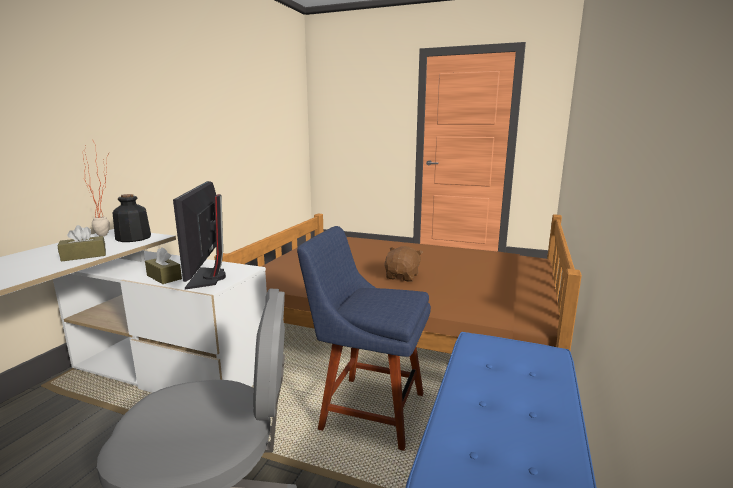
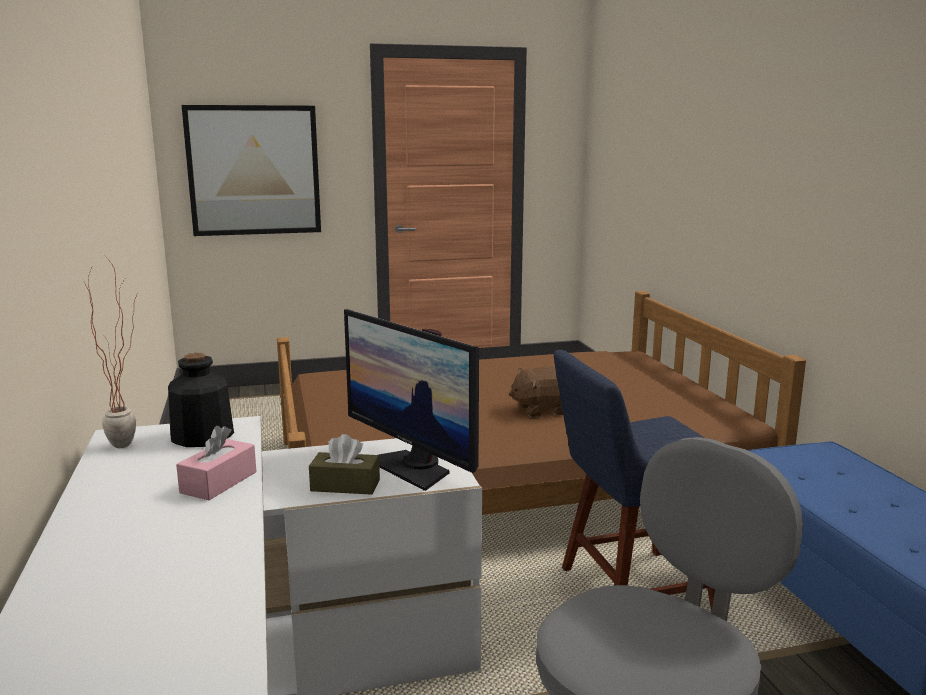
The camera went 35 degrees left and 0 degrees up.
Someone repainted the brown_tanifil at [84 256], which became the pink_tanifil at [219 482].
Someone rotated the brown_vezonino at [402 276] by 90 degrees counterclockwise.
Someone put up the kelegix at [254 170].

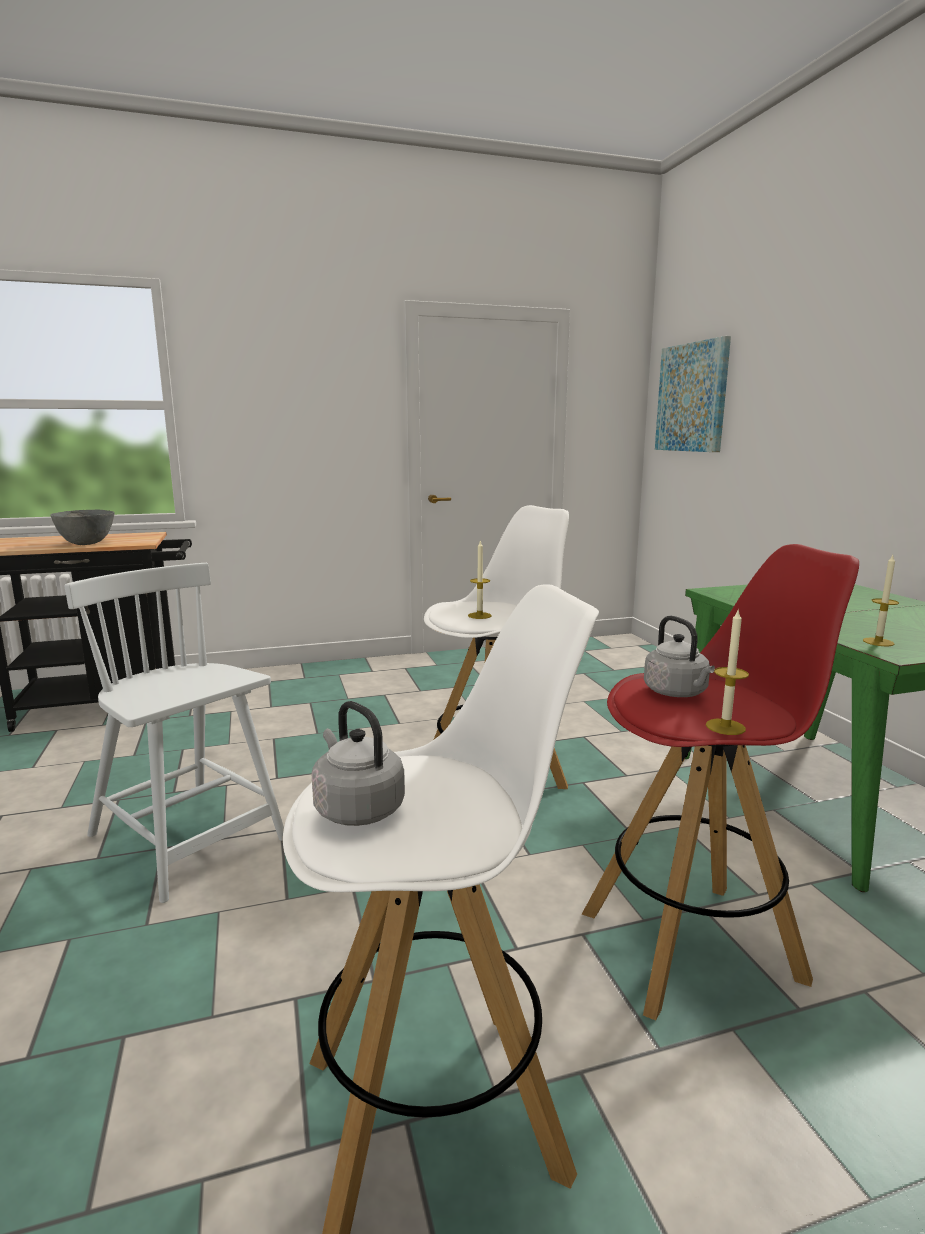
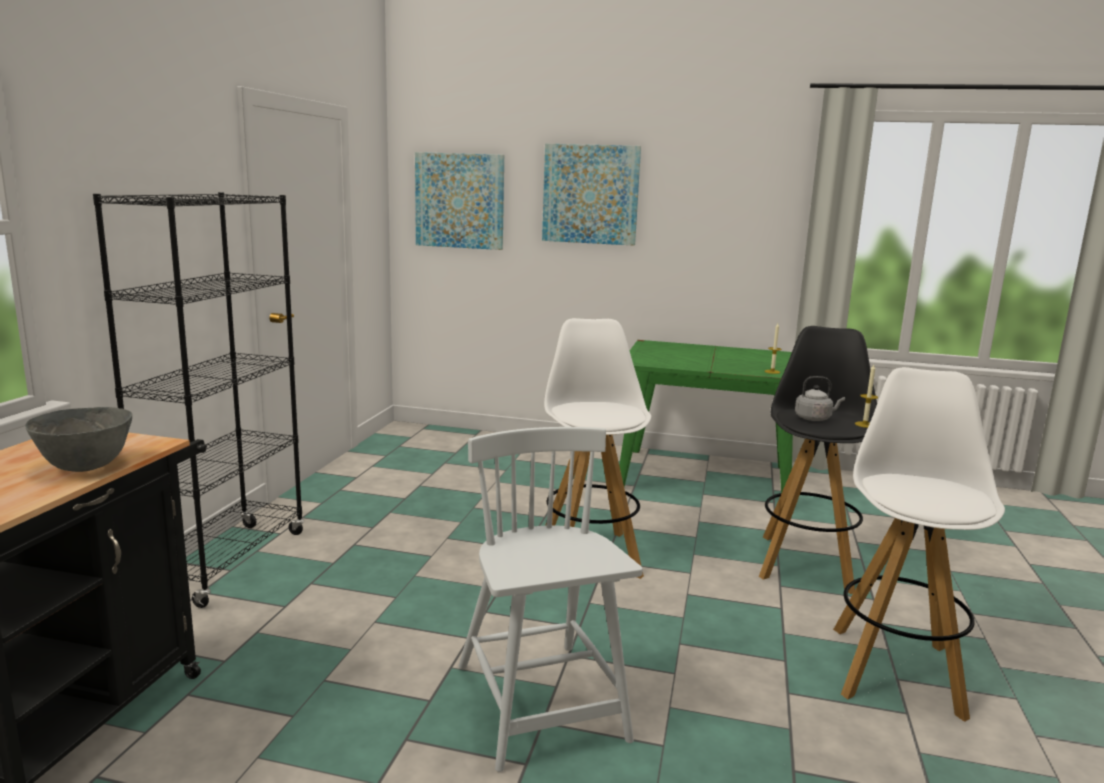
The camera went 60 degrees left and 0 degrees up.
Someone rotated the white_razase at [188 839] by 90 degrees clockwise.
Someone took away the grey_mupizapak at [356 808].
Someone took away the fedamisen at [479 615].
Someone repainted the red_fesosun at [693 944], which became the black_fesosun at [805 562].
Someone put down the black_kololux at [228 563].
Someone put up the kelegix at [590 194].

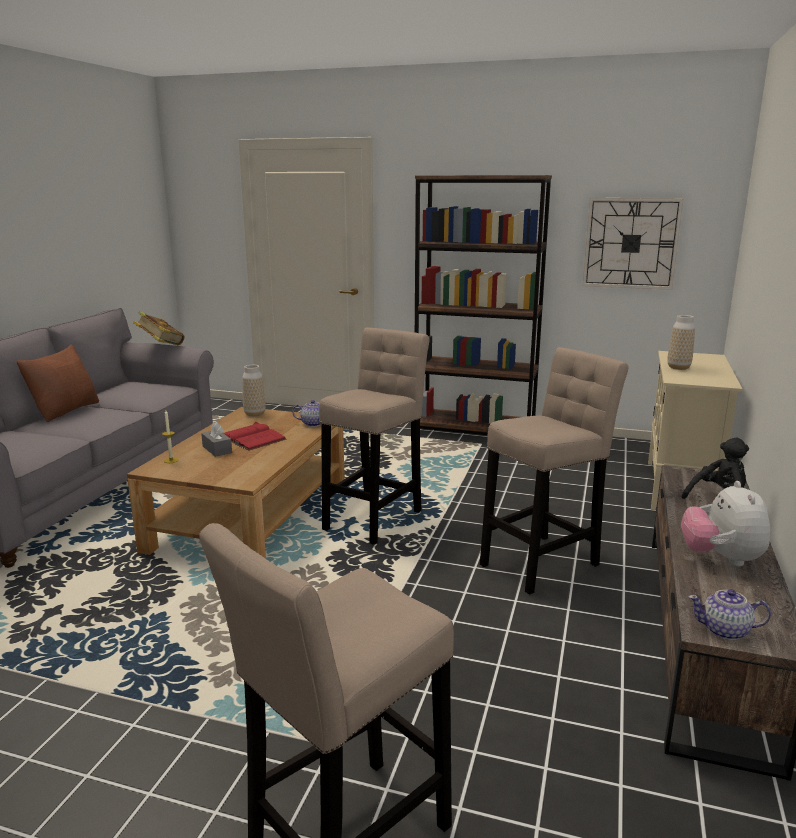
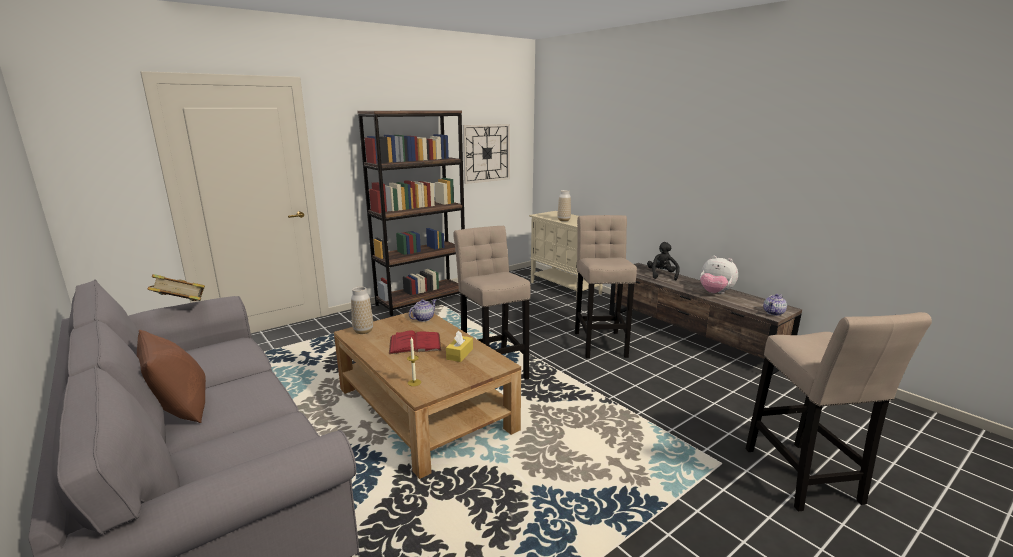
The camera went 55 degrees left and 0 degrees up.
Someone took away the grey_tanifil at [217 449].
Someone put down the yellow_tanifil at [459 354].

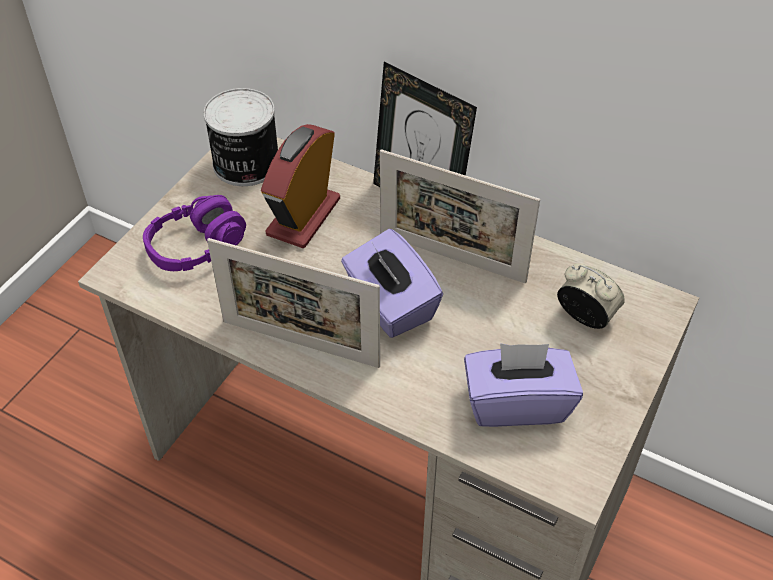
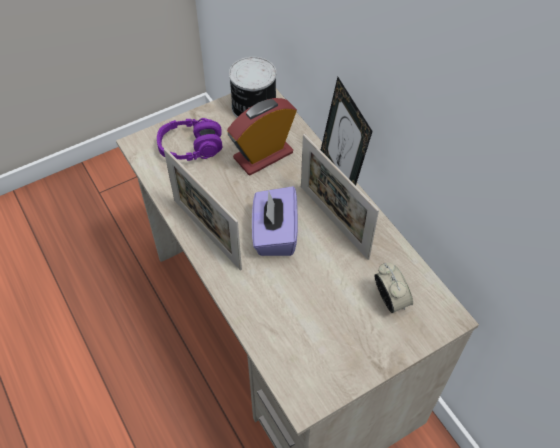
The camera went 30 degrees right and 5 degrees up.
Someone took away the purple_tanifil at [516 403].

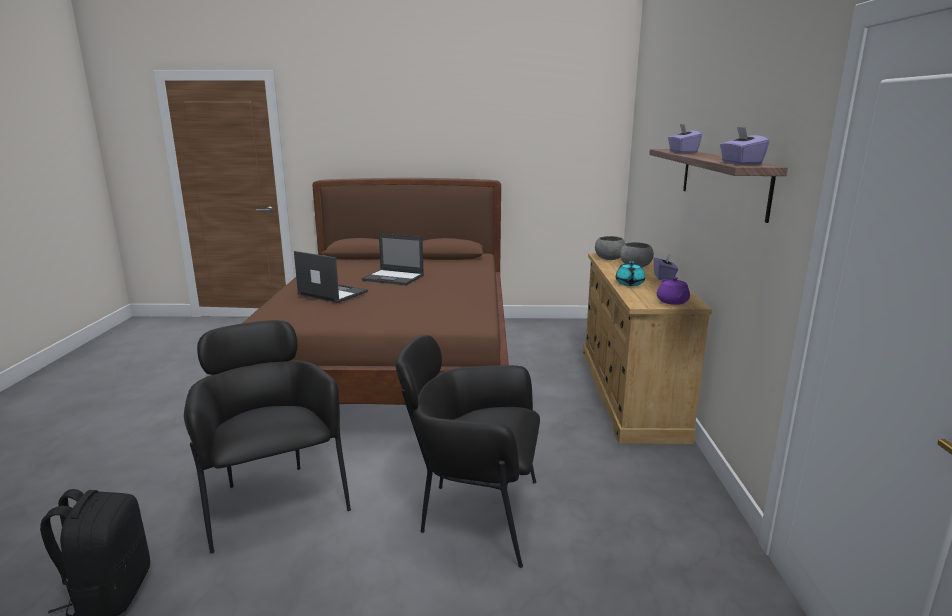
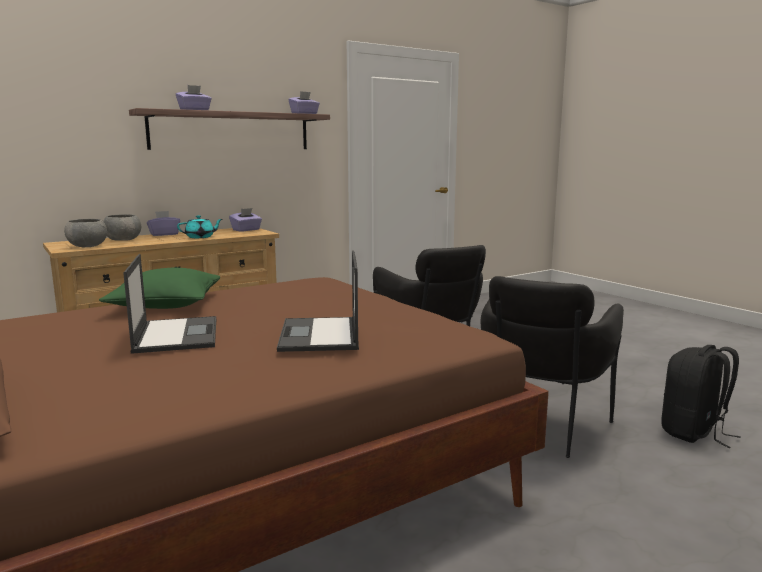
The camera went 125 degrees left and 5 degrees down.
Someone swapped the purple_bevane at [672 302] for the purple_tanifil at [246 230].
Someone put down the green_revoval at [166 304].

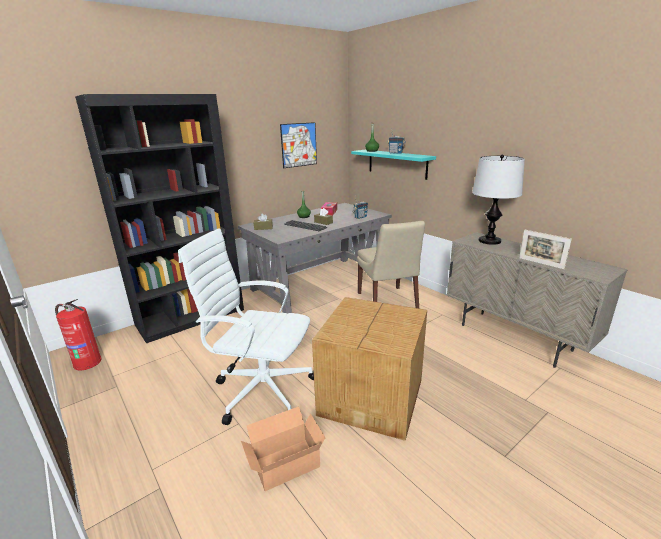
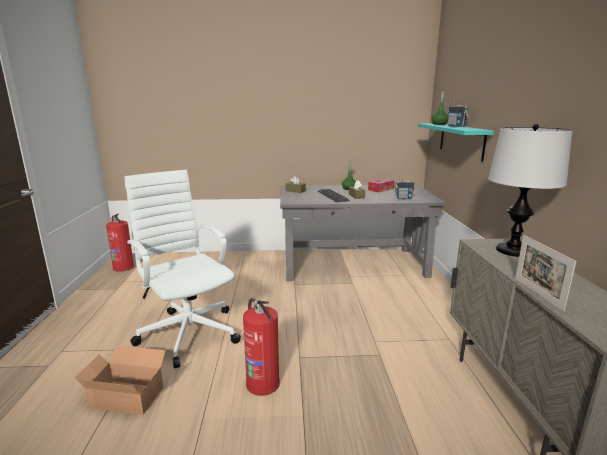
The camera went 35 degrees right and 5 degrees down.
Someone took away the black_kololux at [191 317].
Someone took away the kelegix at [299 145].
Someone swapped the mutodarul at [373 396] for the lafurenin at [262 383].
Someone took away the beige_razase at [388 302].

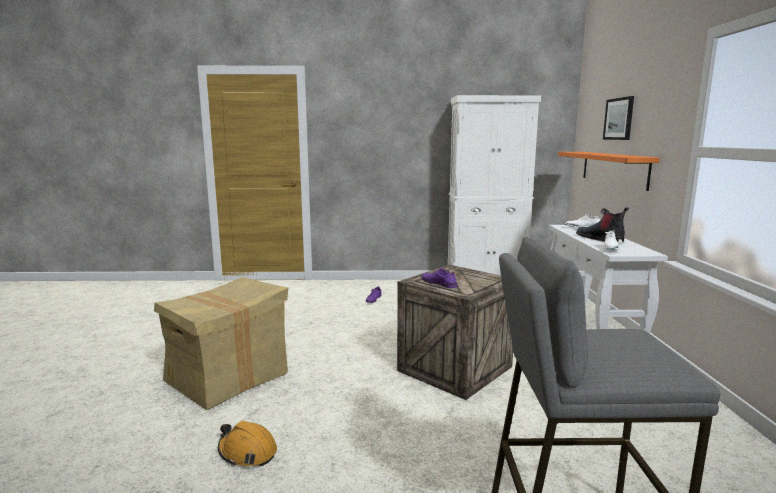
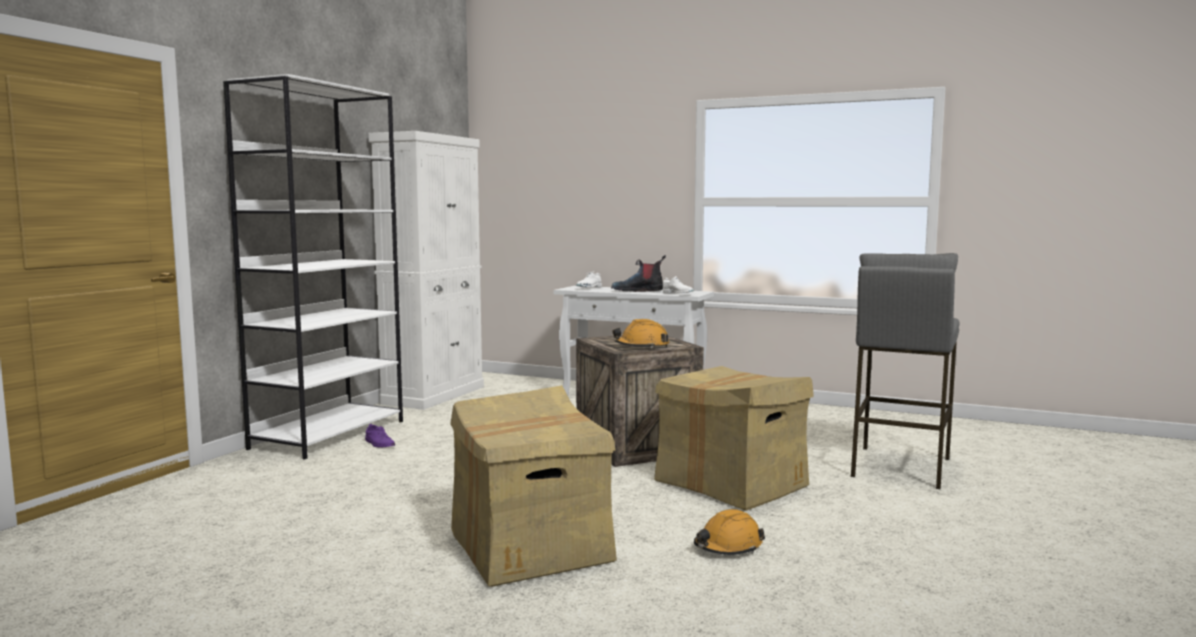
The camera went 65 degrees left and 5 degrees down.
Someone swapped the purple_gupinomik at [439 283] for the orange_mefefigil at [641 346].
Someone took away the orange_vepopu at [613 168].
Someone took away the kelegix at [619 119].
Someone put down the white_kololux at [329 434].
Someone put down the mutodarul at [731 484].

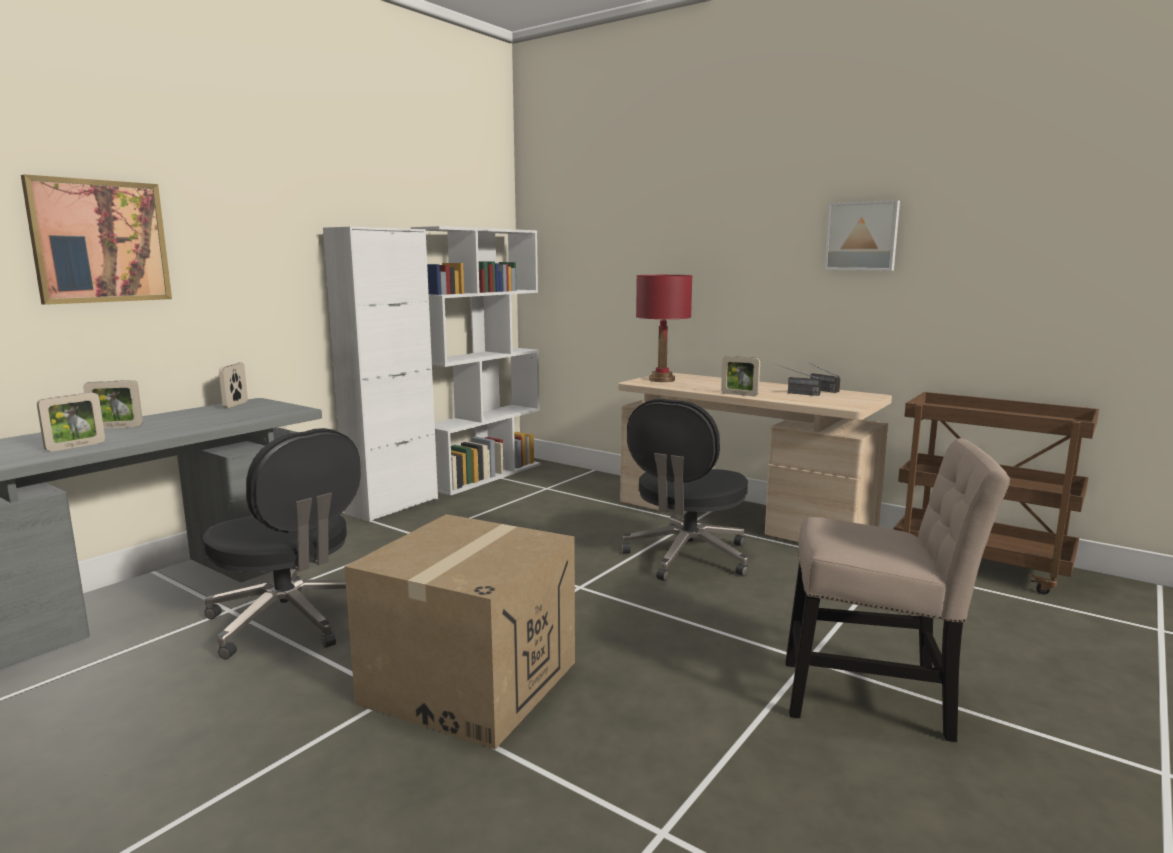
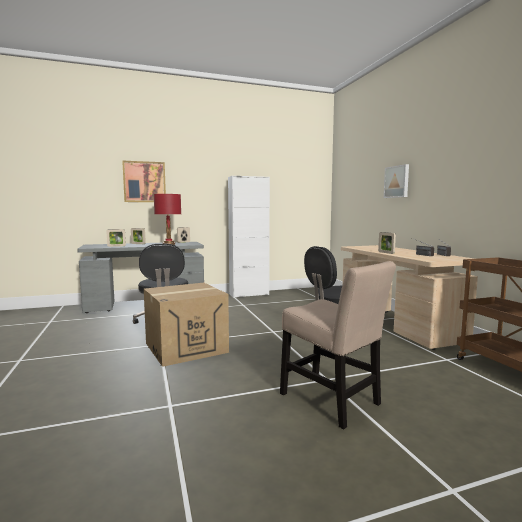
The camera went 35 degrees right and 5 degrees down.
Someone took away the white_kololux at [485 475].
Someone carried the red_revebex from [661 380] to [168 244].
Someone carried the kelegix from [862 236] to [397 182].

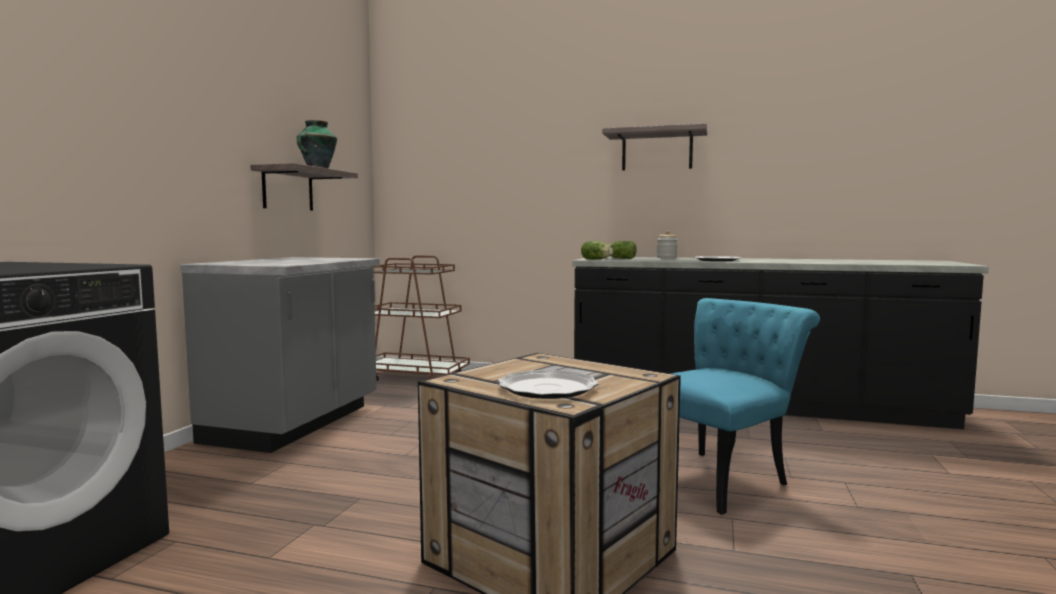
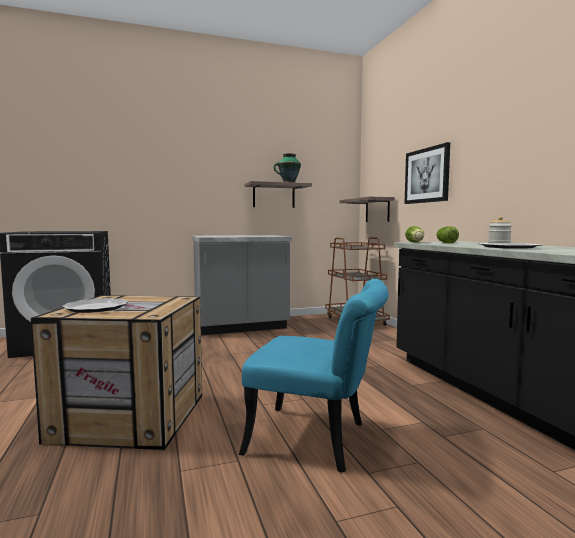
The camera went 55 degrees right and 0 degrees up.
Someone carried the vepopu from [657 151] to [377 210].
Someone put up the kelegix at [427 175].

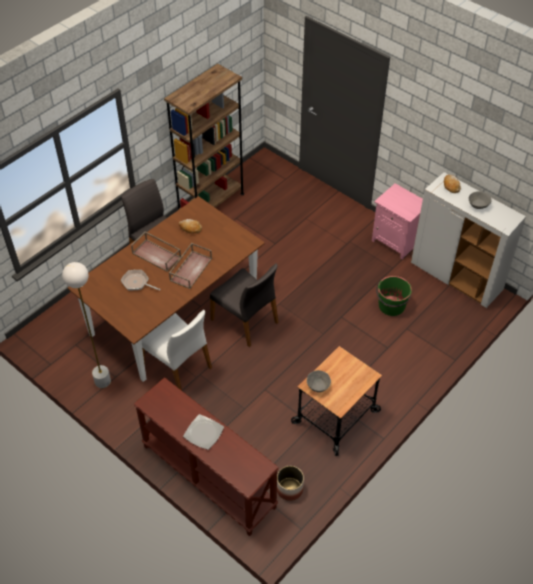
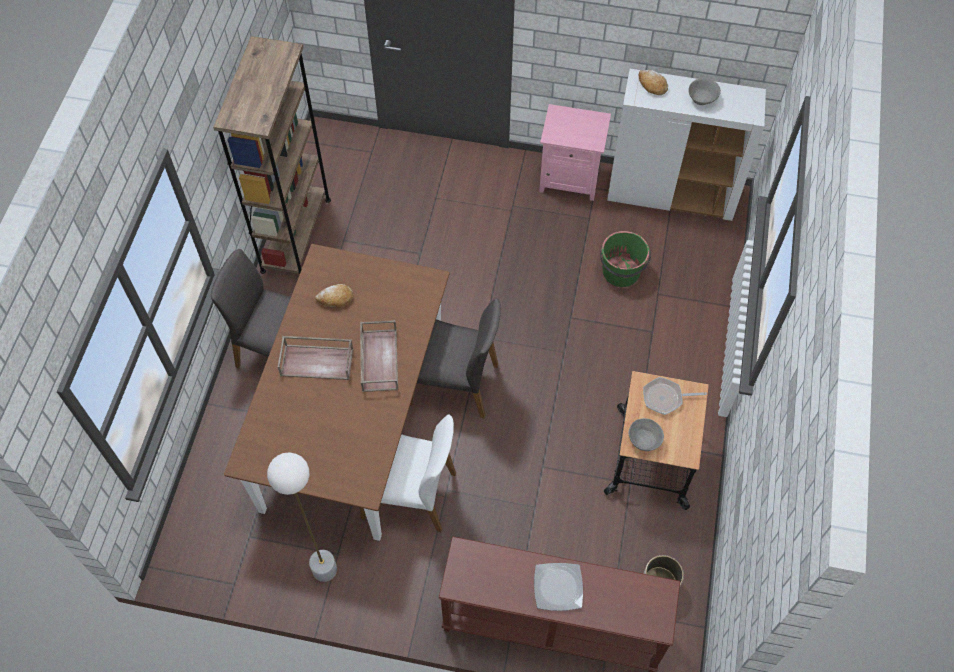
The camera went 30 degrees left and 10 degrees up.
Someone carried the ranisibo from [137 283] to [665 398].

